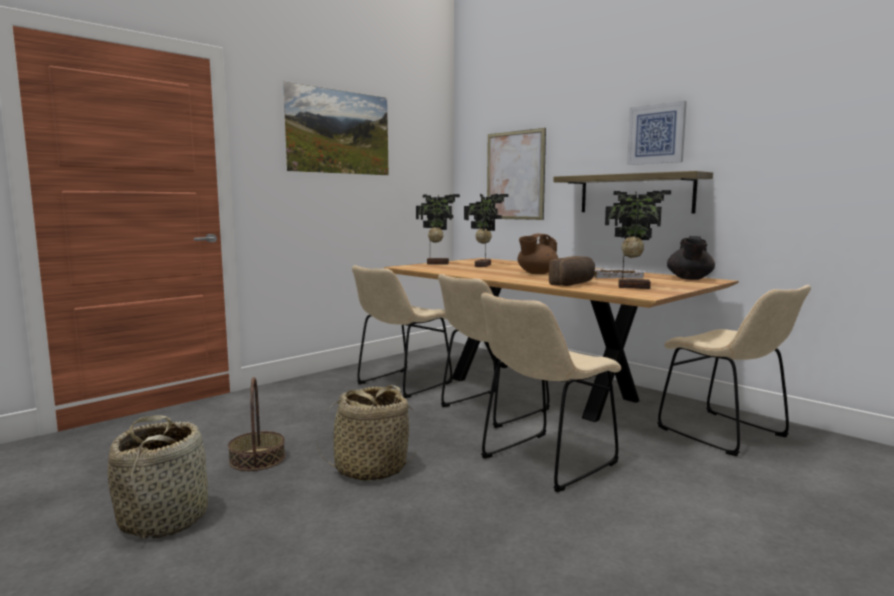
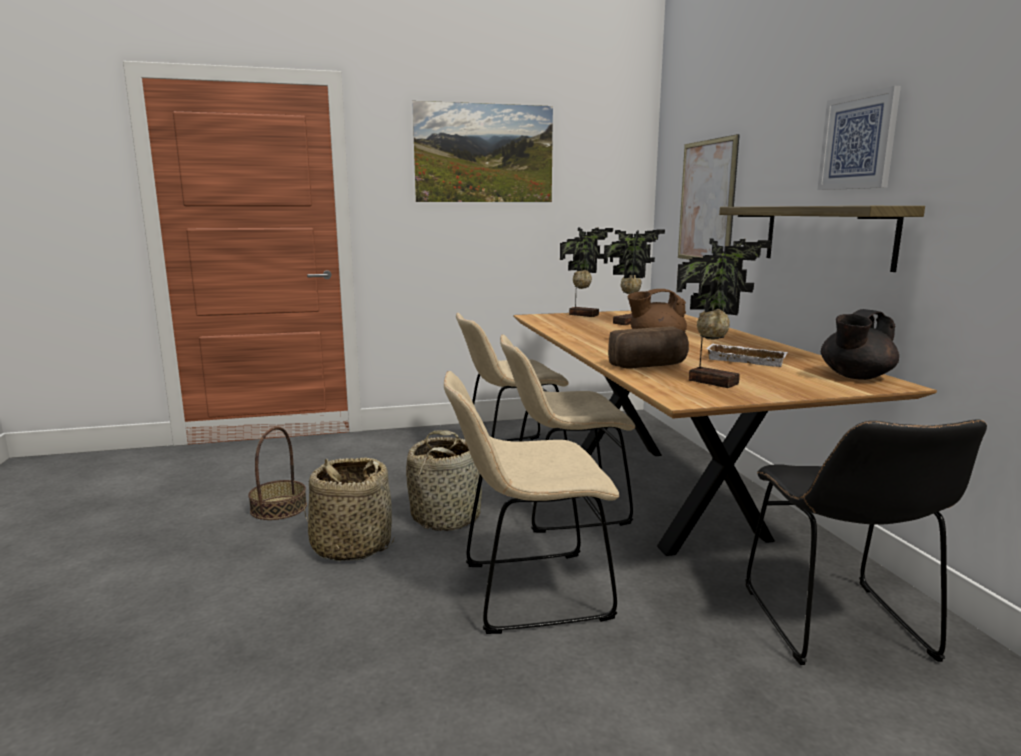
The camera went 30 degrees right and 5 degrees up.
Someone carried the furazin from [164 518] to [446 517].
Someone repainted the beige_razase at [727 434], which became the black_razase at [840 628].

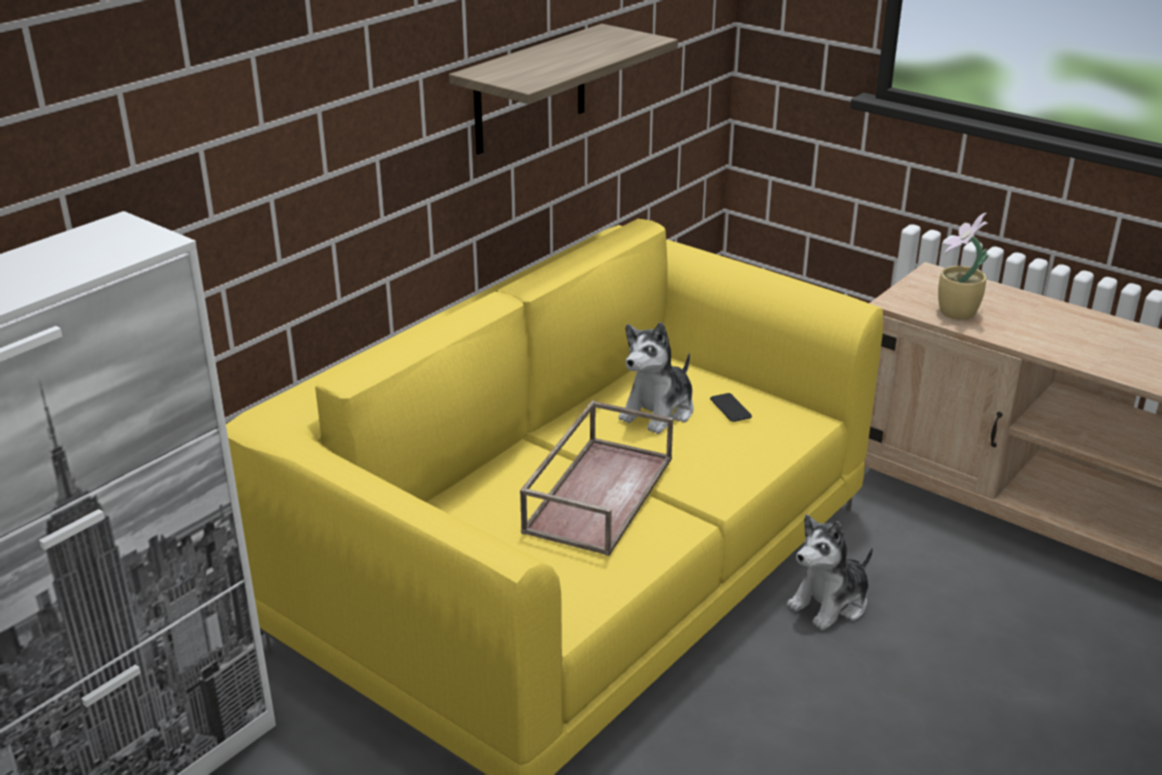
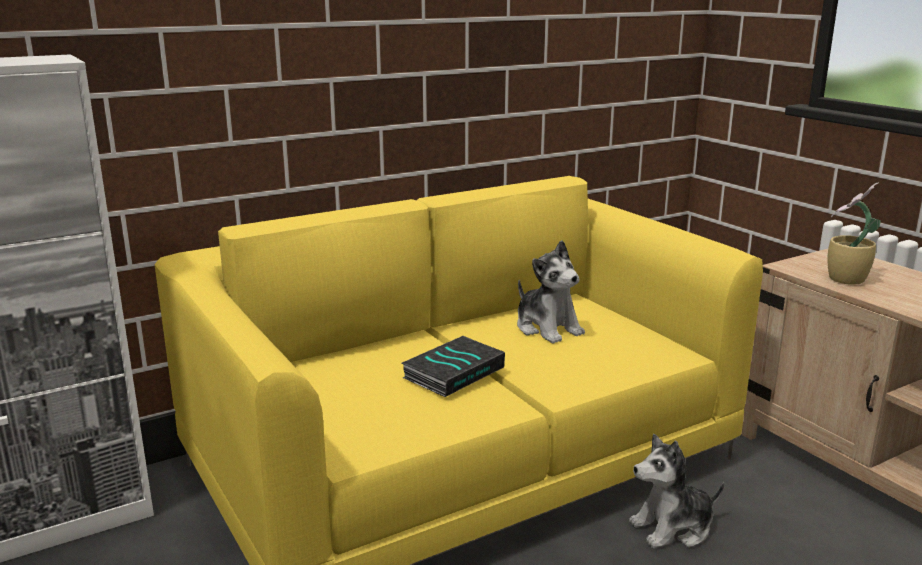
The camera went 20 degrees right and 10 degrees down.
Someone took away the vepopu at [530 90].
Someone swapped the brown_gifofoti at [598 492] for the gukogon at [453 372].
Someone rotated the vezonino at [659 411] by 90 degrees counterclockwise.
Someone took away the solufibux at [730 408].

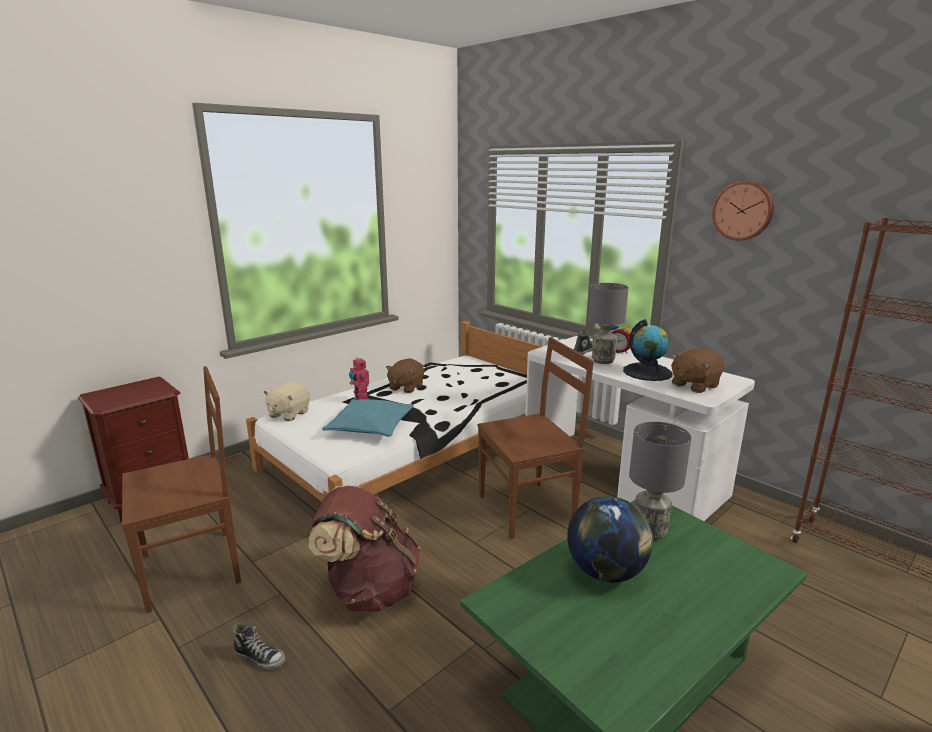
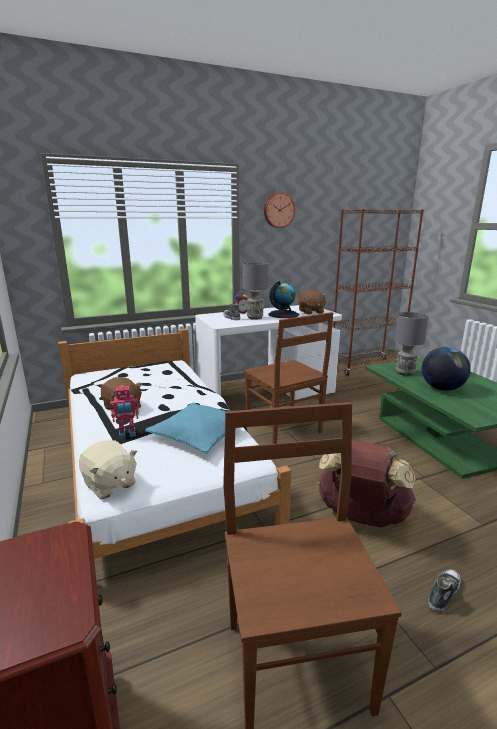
The camera went 70 degrees left and 0 degrees up.
Someone rotated the brown_razase at [528 509] by 150 degrees clockwise.

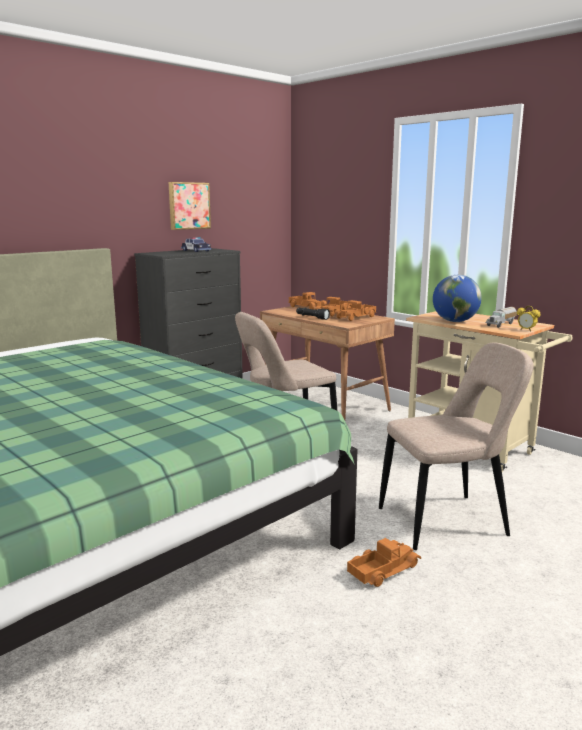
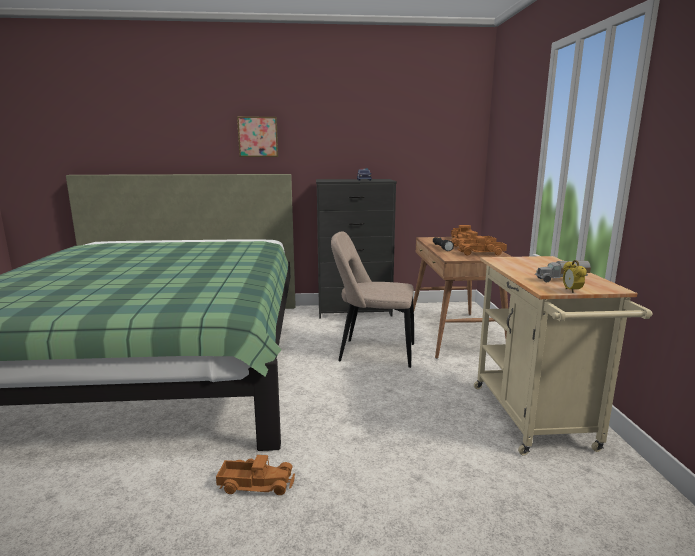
The camera went 40 degrees right and 0 degrees up.
Someone carried the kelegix from [188 205] to [258 137].
Someone took away the beige_razase at [448 521].
Someone took away the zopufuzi at [455 321].

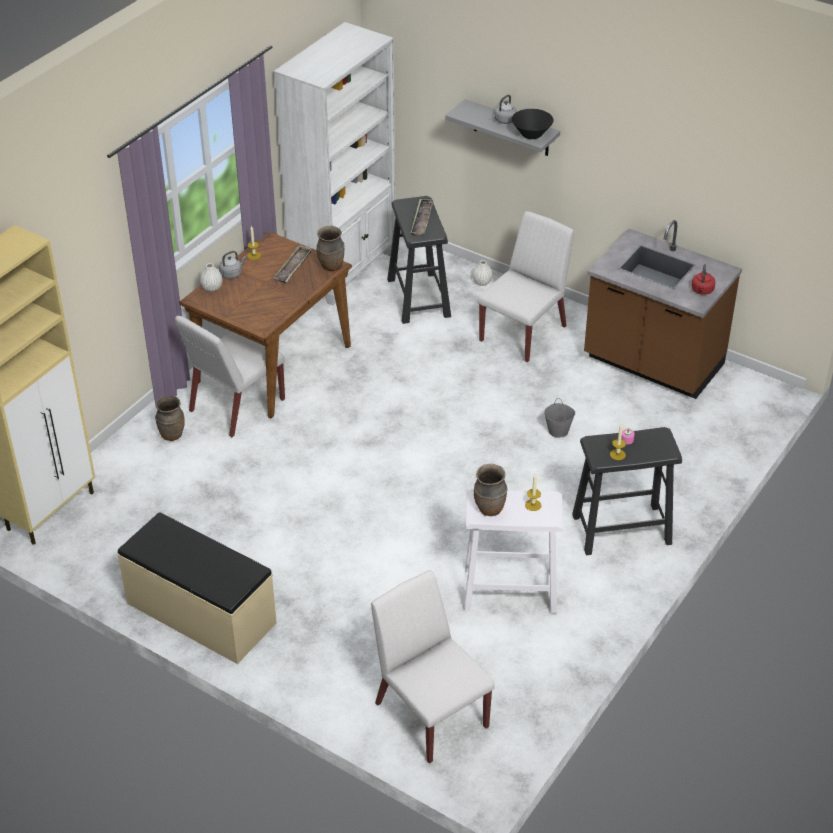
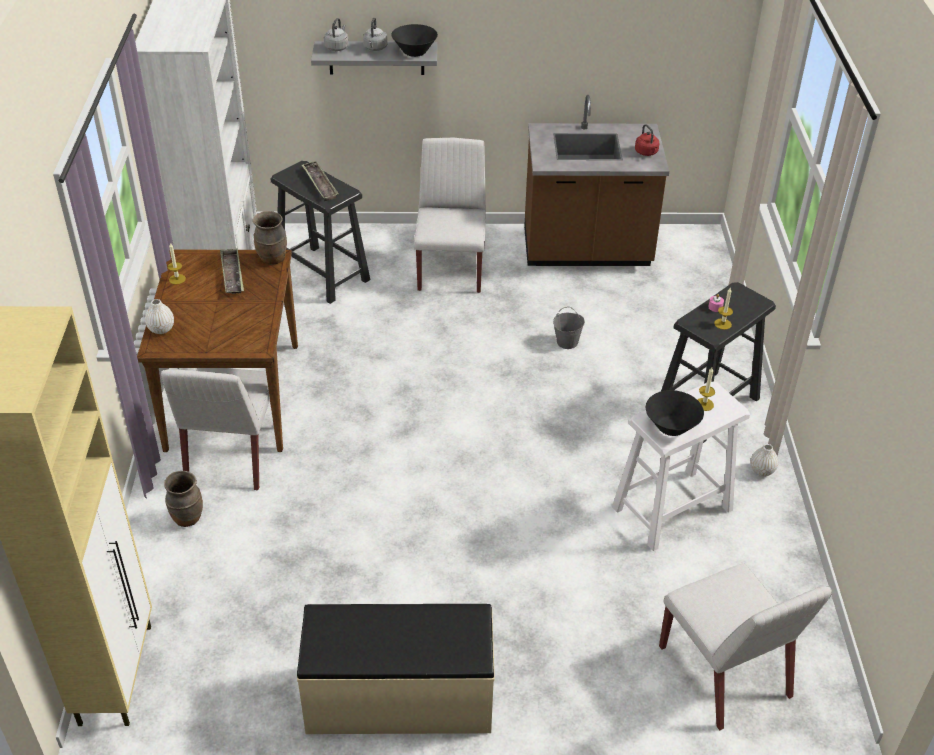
The camera went 35 degrees left and 0 degrees up.
Someone carried the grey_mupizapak from [232 273] to [337 47].
Someone rotated the white_razase at [430 714] by 135 degrees counterclockwise.
Someone carried the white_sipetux from [482 282] to [762 470].
Someone swapped the brown_sipetux at [489 509] for the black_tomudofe at [671 427].

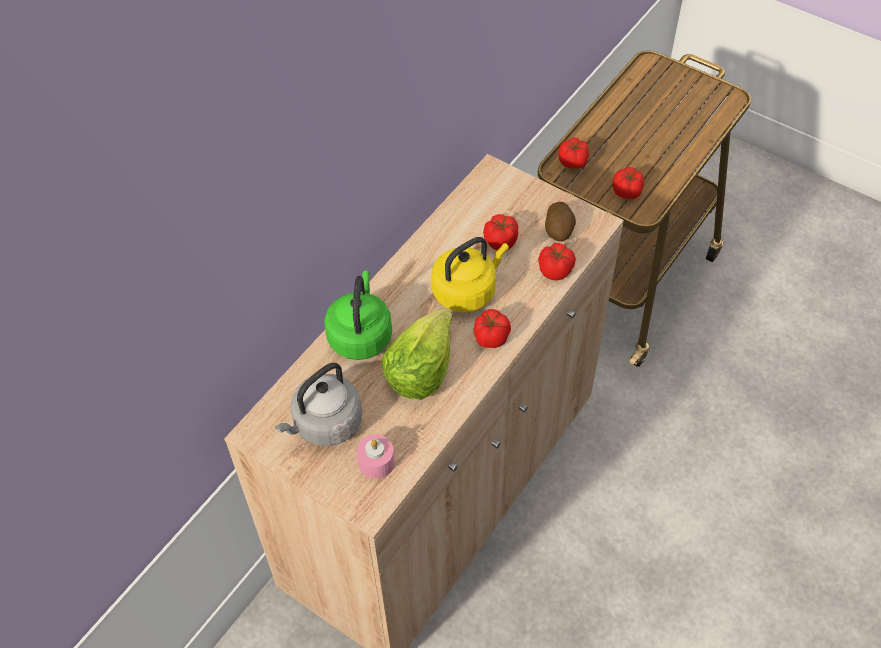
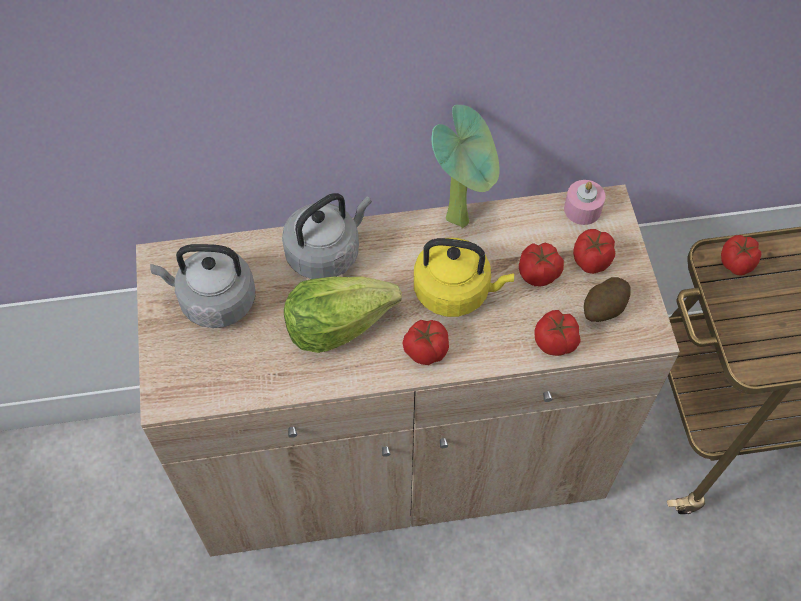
The camera went 45 degrees right and 5 degrees up.
Someone repainted the green_mupizapak at [360 335], which became the grey_mupizapak at [326 252].
Someone carried the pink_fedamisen from [376 462] to [582 209].
Someone carried the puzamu from [627 192] to [591 261].
Someone put down the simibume at [462 218].

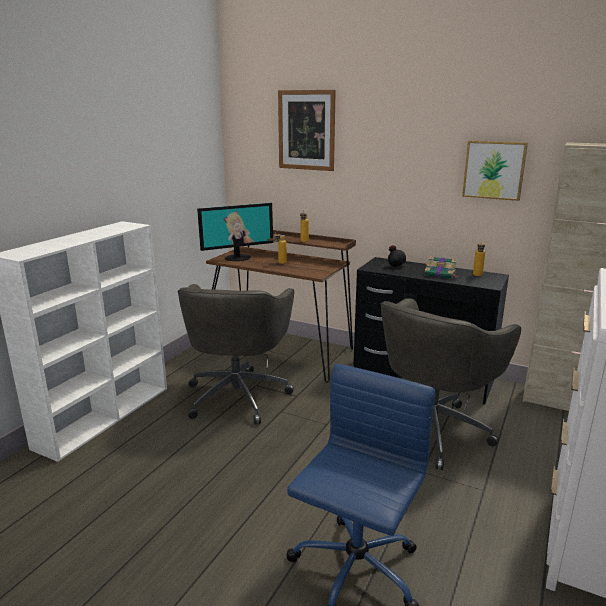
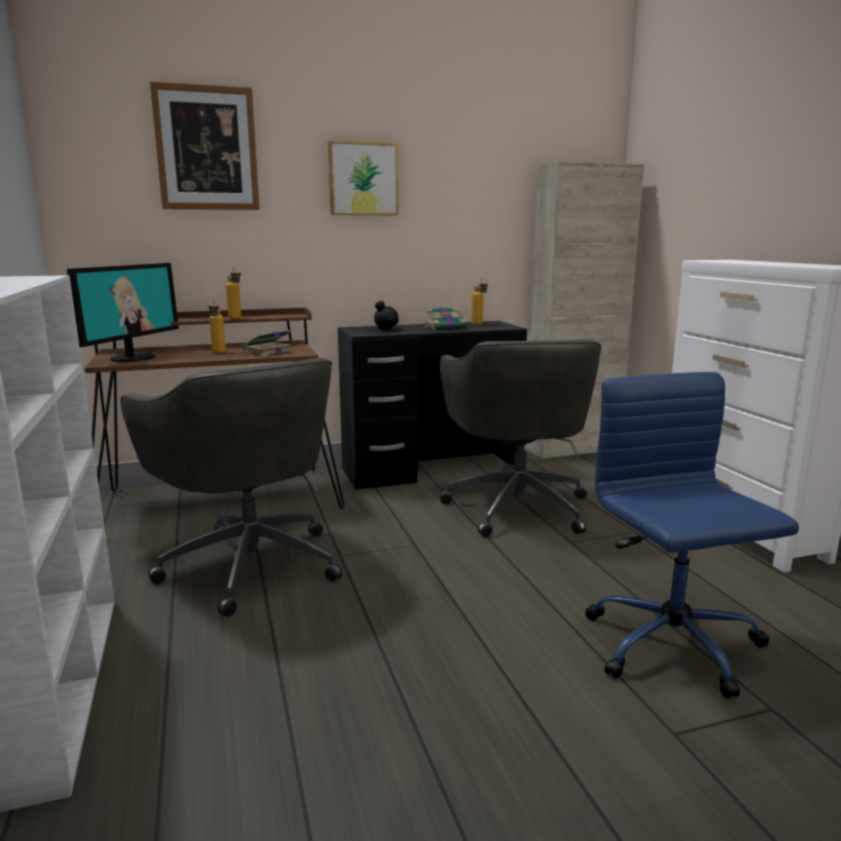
The camera went 45 degrees left and 5 degrees down.
Someone carried the kelegix from [494 170] to [363 179].
Someone put down the gukogon at [267 352].

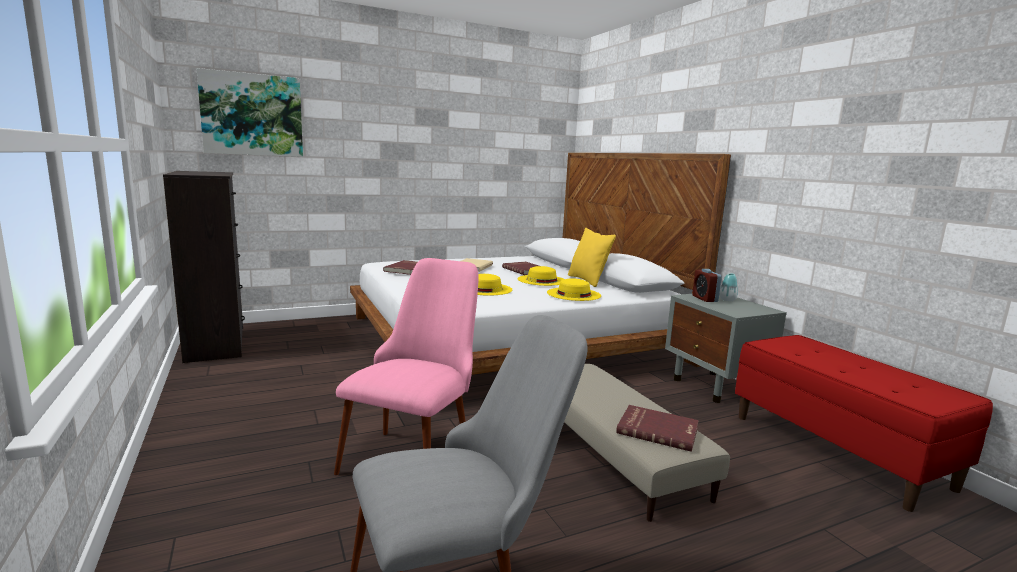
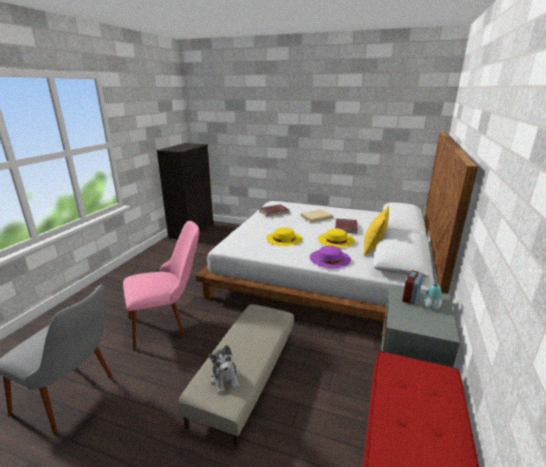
The camera went 45 degrees right and 10 degrees up.
Someone took away the kelegix at [252 115].
Someone repainted the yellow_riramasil at [573 294], which became the purple_riramasil at [330 258].
Someone swapped the red_gukogon at [657 430] for the vezonino at [225 379].

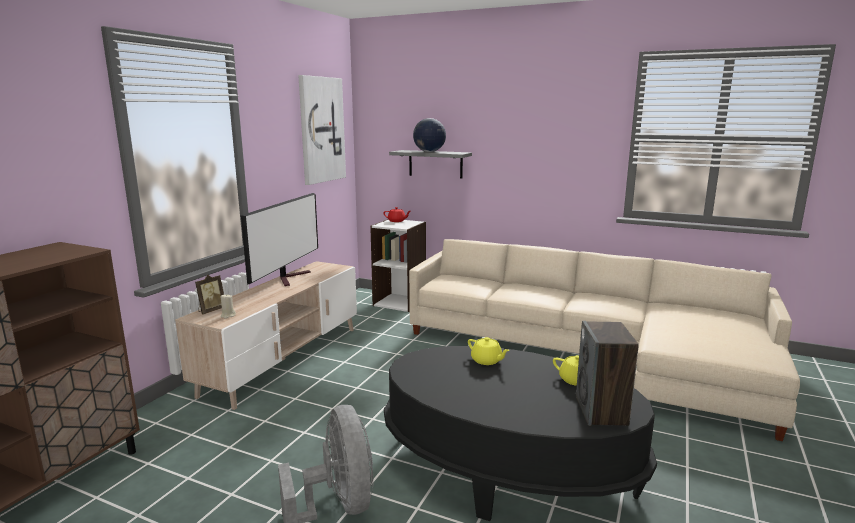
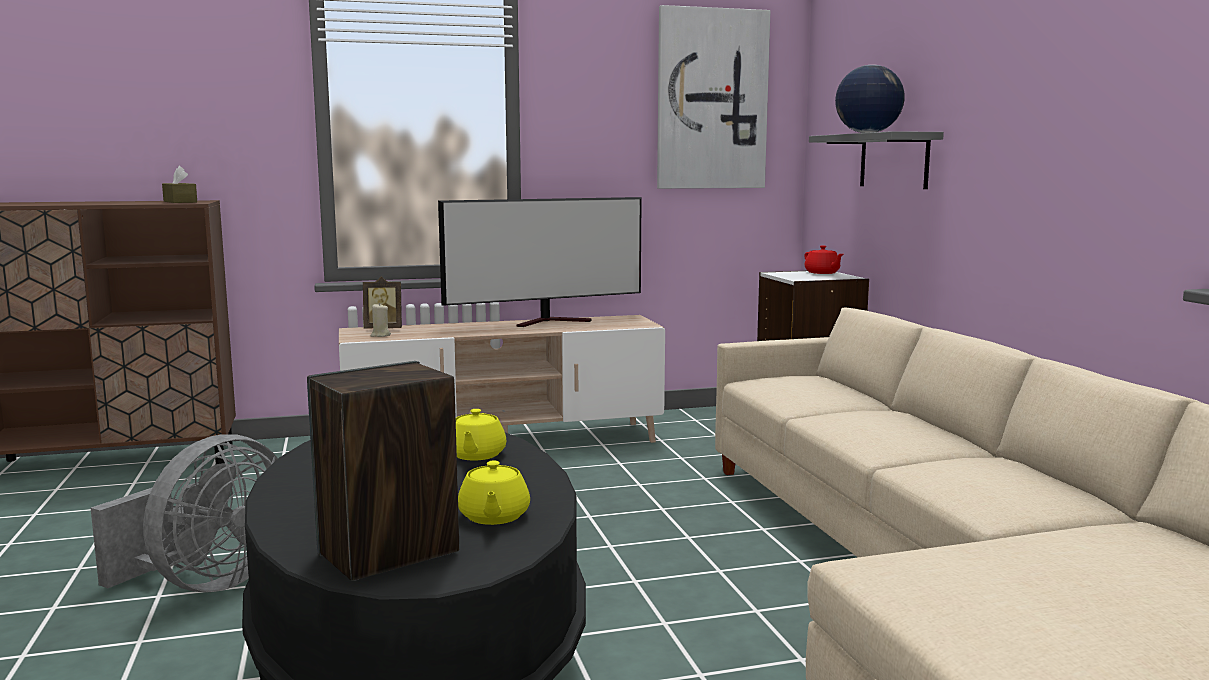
The camera went 50 degrees right and 5 degrees down.
Someone put down the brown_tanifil at [180 202].

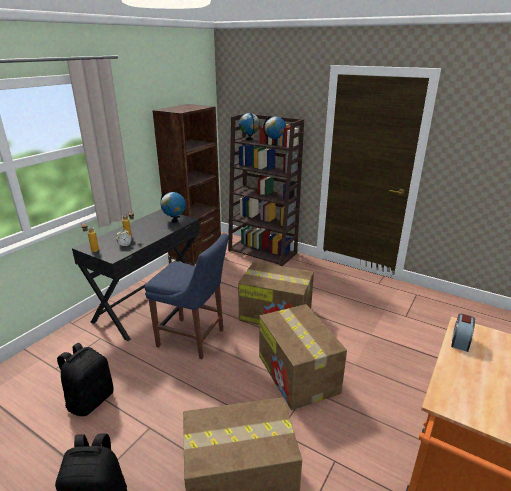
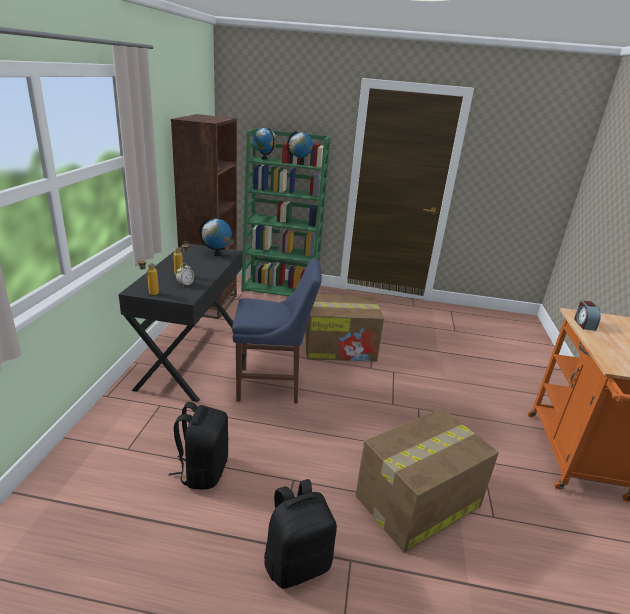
The camera went 25 degrees left and 0 degrees up.
Someone repainted the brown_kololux at [263 252], which became the green_kololux at [281 288].
Someone took away the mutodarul at [298 374].

